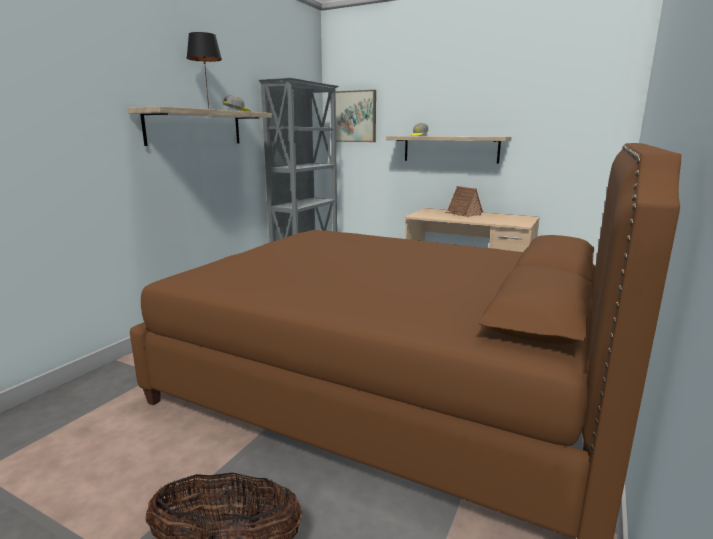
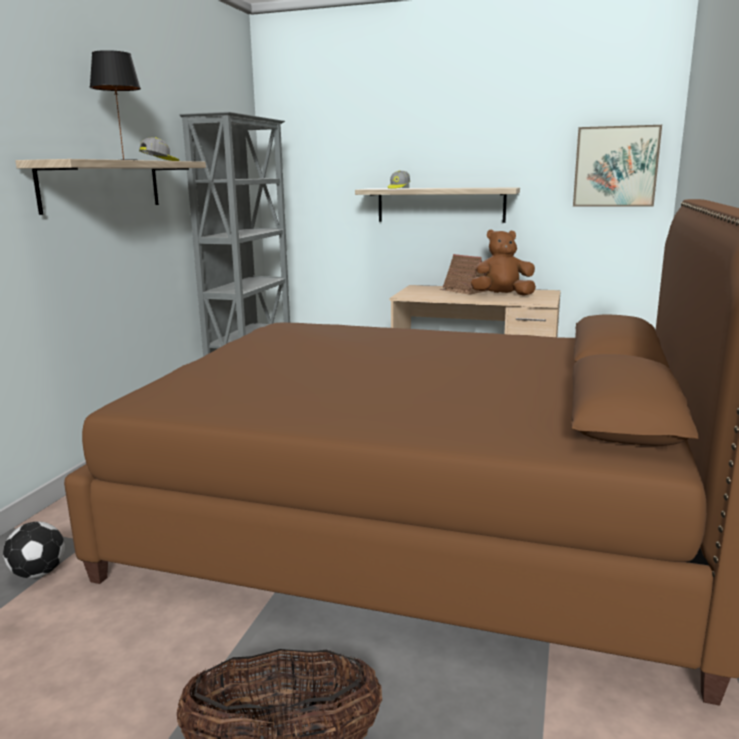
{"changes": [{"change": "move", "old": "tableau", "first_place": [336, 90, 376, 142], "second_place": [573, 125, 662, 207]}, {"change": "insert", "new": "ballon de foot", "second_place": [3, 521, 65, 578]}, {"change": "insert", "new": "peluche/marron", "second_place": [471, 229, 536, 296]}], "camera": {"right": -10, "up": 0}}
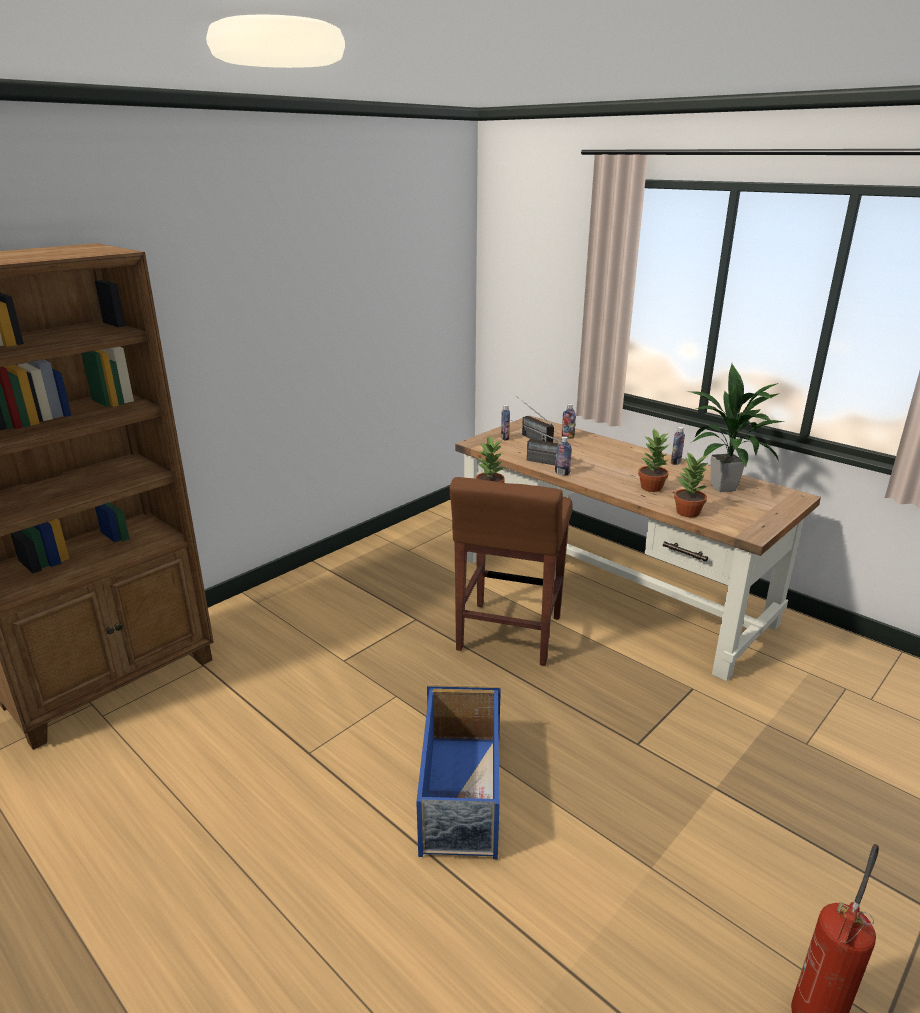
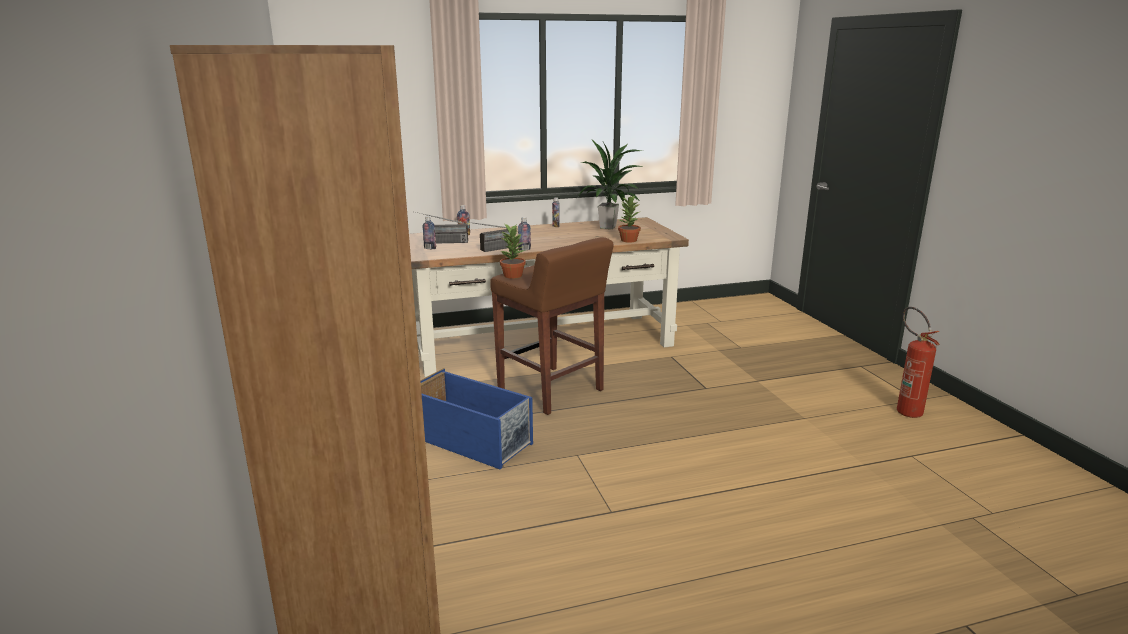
{"changes": [{"change": "move", "old": "boîte de rangement/bleu", "first_place": [416, 685, 501, 859], "second_place": [420, 368, 533, 469]}, {"change": "delete", "old": "plante en pot", "first_place": [638, 429, 670, 492]}], "camera": {"right": -60, "up": -5}}
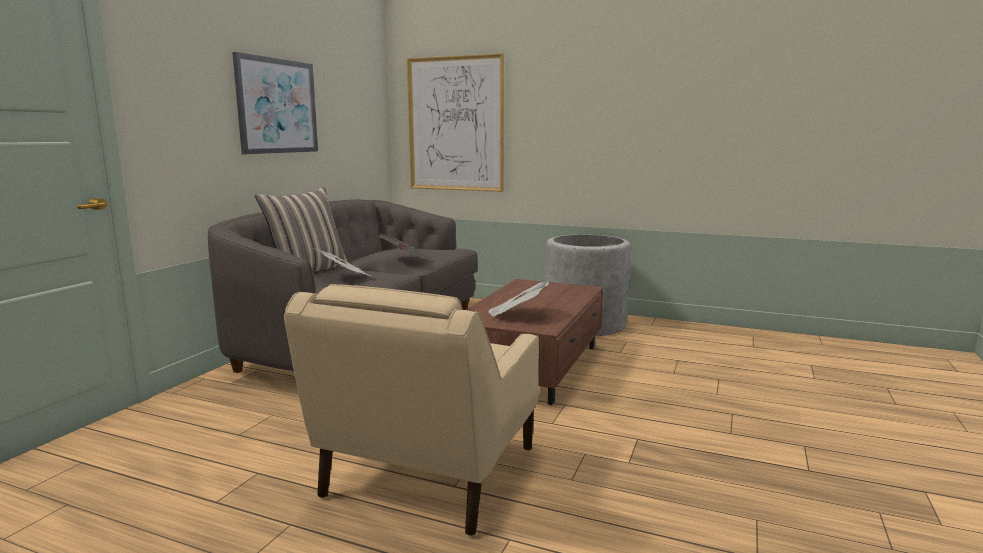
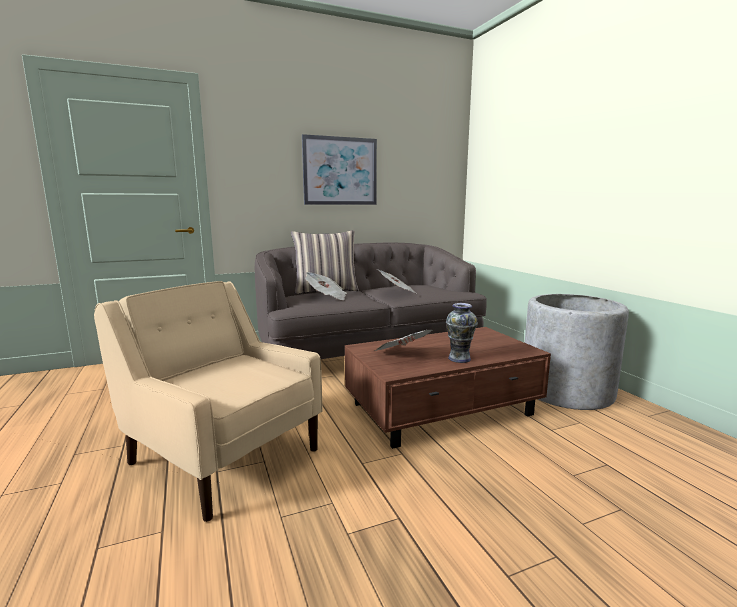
{"changes": [{"change": "rotate", "old": "fauteuil/beige", "first_place": [284, 284, 539, 536], "second_place": [94, 281, 323, 522], "degrees": 60}, {"change": "delete", "old": "tableau", "first_place": [407, 53, 504, 192]}, {"change": "insert", "new": "vase", "second_place": [446, 303, 478, 363]}], "camera": {"right": 45, "up": 0}}
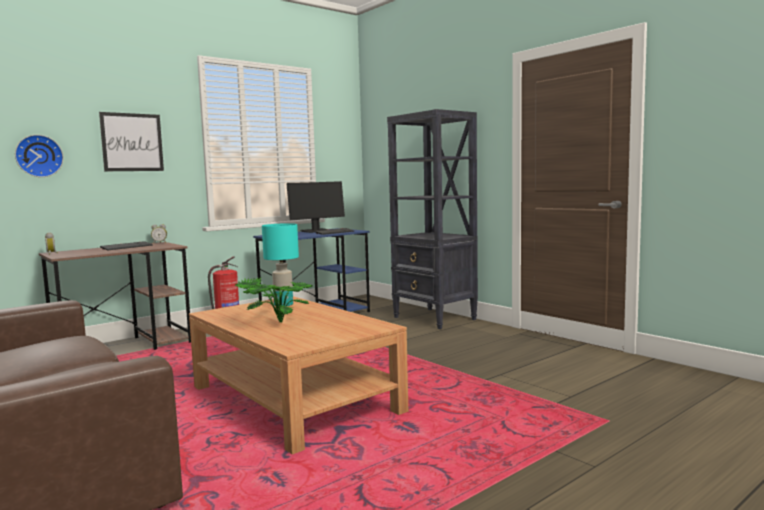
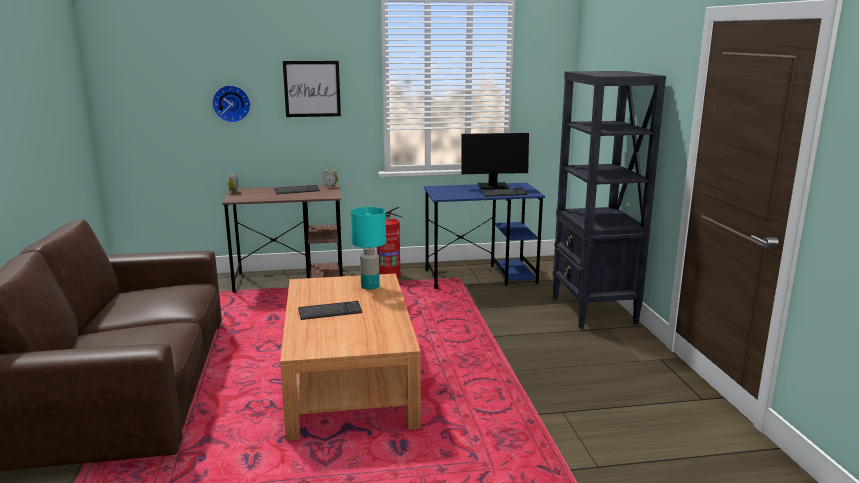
{"changes": [{"change": "replace", "old": "plante en pot", "new": "clavier", "first_place": [235, 277, 313, 322], "second_place": [298, 301, 362, 320]}], "camera": {"right": 30, "up": 10}}
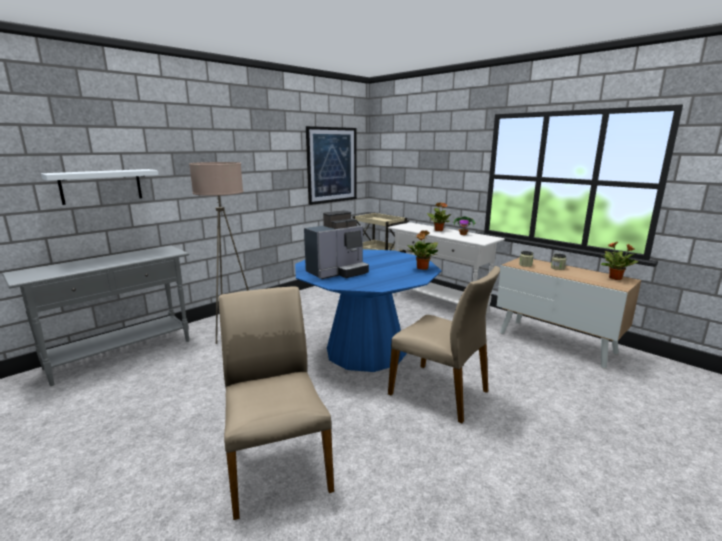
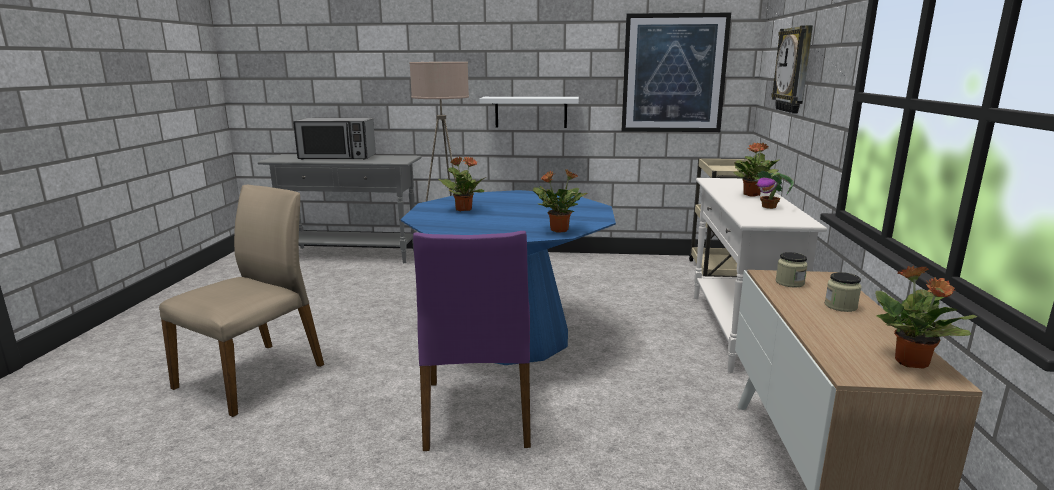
{"changes": [{"change": "move", "old": "étagère/blanc", "first_place": [41, 169, 158, 205], "second_place": [479, 97, 579, 128]}, {"change": "replace", "old": "machine à café", "new": "plante en pot", "first_place": [304, 210, 369, 279], "second_place": [439, 157, 486, 211]}, {"change": "recolor", "old": "chaise/beige", "new": "chaise/violet", "first_place": [388, 266, 500, 423], "second_place": [413, 231, 531, 451]}, {"change": "insert", "new": "micro-ondes", "second_place": [293, 118, 376, 160]}, {"change": "insert", "new": "horloge murale", "second_place": [771, 25, 813, 114]}], "camera": {"right": 50, "up": 0}}
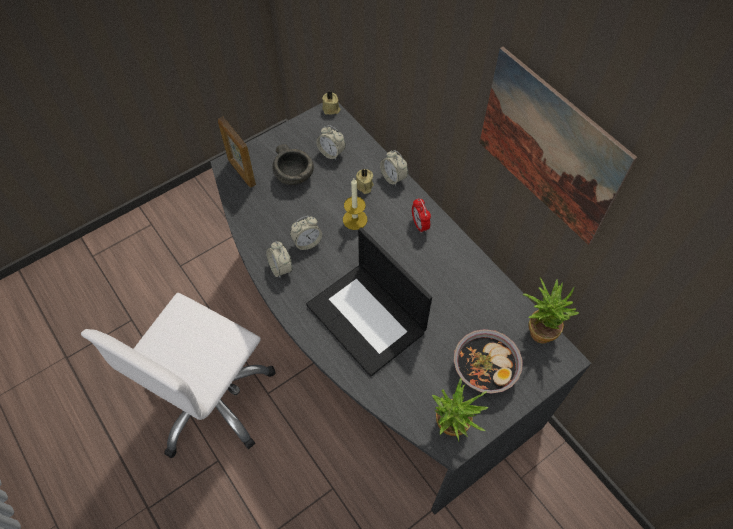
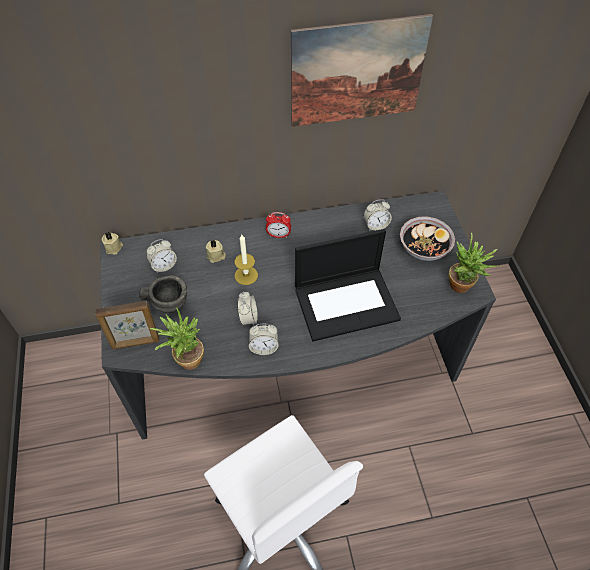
{"changes": [{"change": "move", "old": "réveil", "first_place": [380, 150, 408, 186], "second_place": [364, 199, 392, 231]}, {"change": "move", "old": "plante en pot", "first_place": [523, 277, 579, 343], "second_place": [150, 307, 204, 370]}], "camera": {"right": -65, "up": -5}}
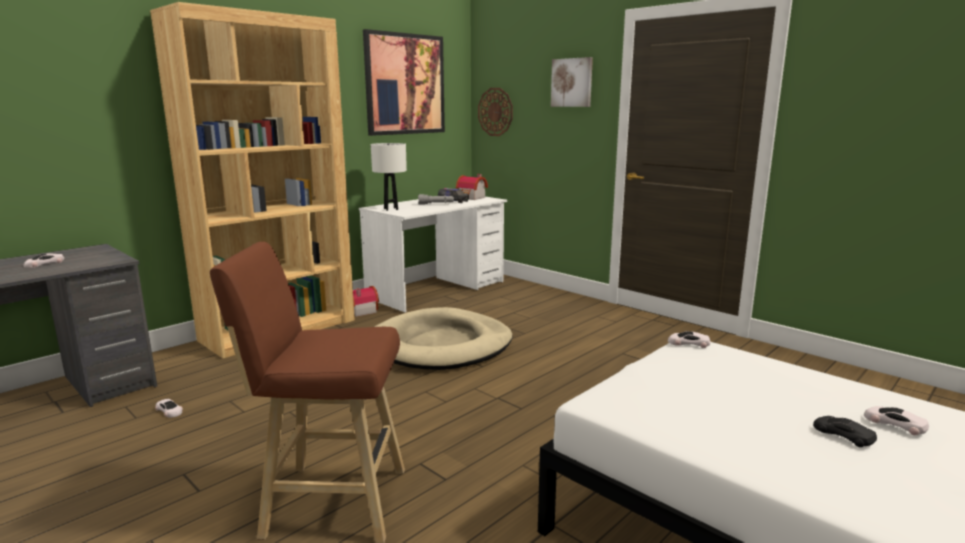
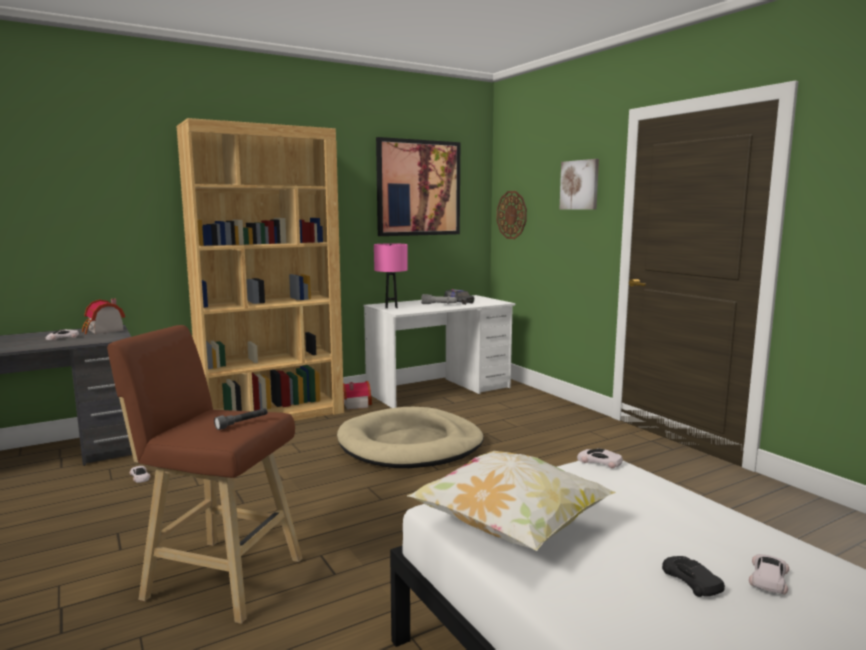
{"changes": [{"change": "recolor", "old": "lampe de table/blanc", "new": "lampe de table/rose", "first_place": [371, 143, 407, 211], "second_place": [374, 243, 408, 308]}, {"change": "move", "old": "maison miniature", "first_place": [456, 174, 488, 200], "second_place": [82, 299, 125, 334]}, {"change": "rotate", "old": "petite voiture/blanc", "first_place": [864, 406, 929, 436], "second_place": [749, 554, 789, 595], "degrees": 60}, {"change": "insert", "new": "lampe de poche/gris", "second_place": [214, 408, 268, 430]}, {"change": "insert", "new": "coussin", "second_place": [407, 451, 616, 551]}], "camera": {"right": 15, "up": -5}}
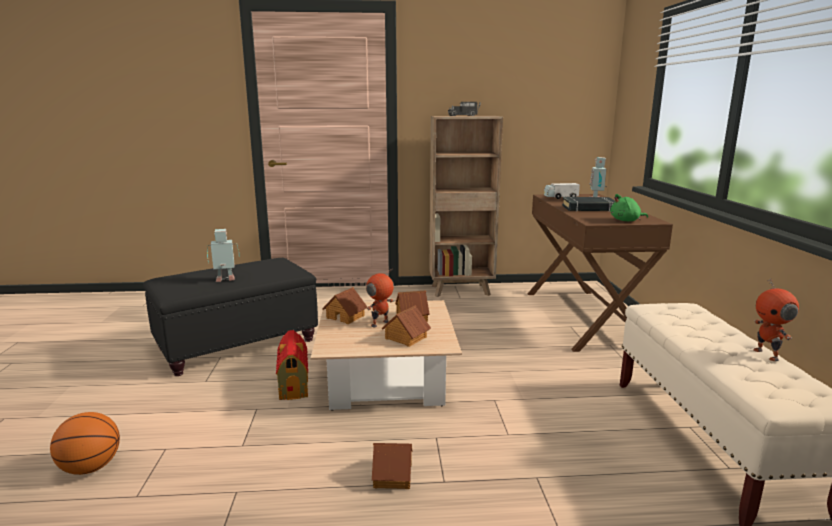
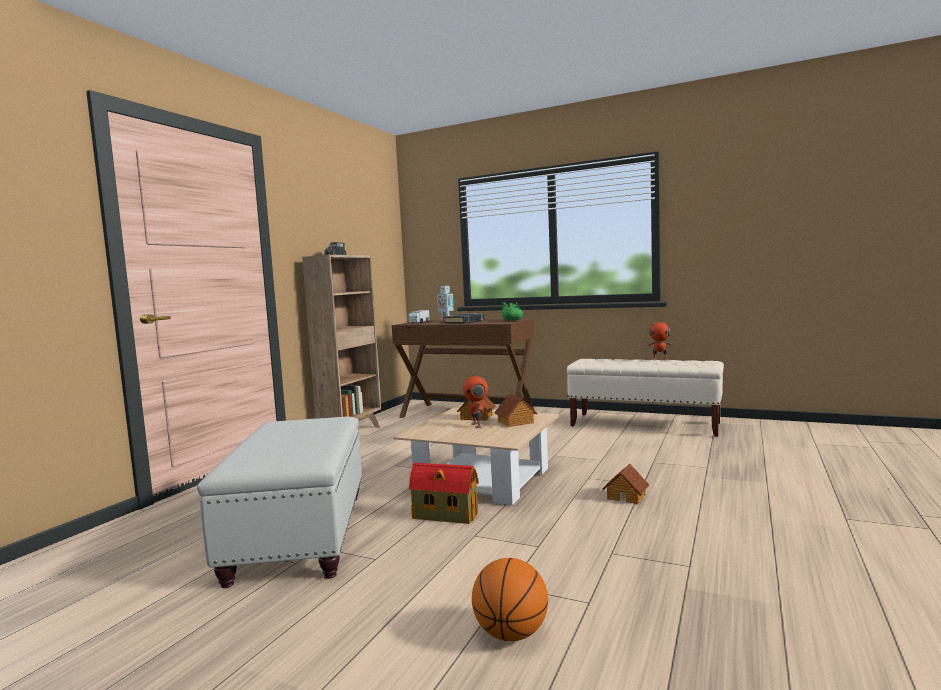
{"changes": [{"change": "recolor", "old": "pouf/noir", "new": "pouf/blanc", "first_place": [143, 258, 318, 376], "second_place": [197, 416, 362, 588]}, {"change": "delete", "old": "robot jouet", "first_place": [207, 229, 239, 282]}, {"change": "delete", "old": "maison miniature", "first_place": [322, 287, 367, 324]}], "camera": {"right": -60, "up": -10}}
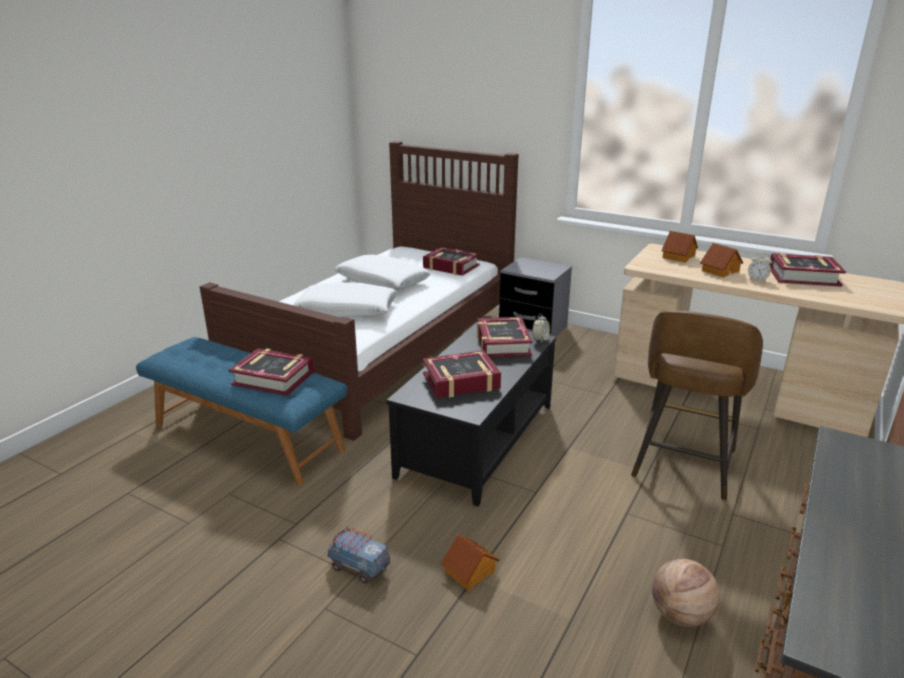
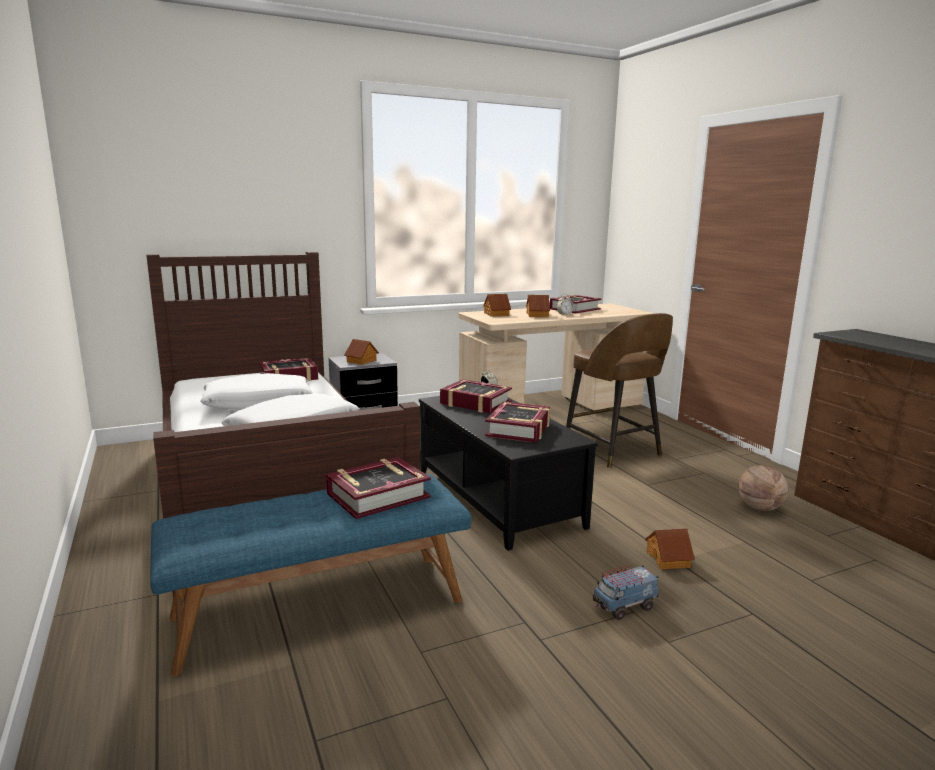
{"changes": [{"change": "insert", "new": "maison miniature", "second_place": [344, 339, 379, 365]}], "camera": {"right": -55, "up": -10}}
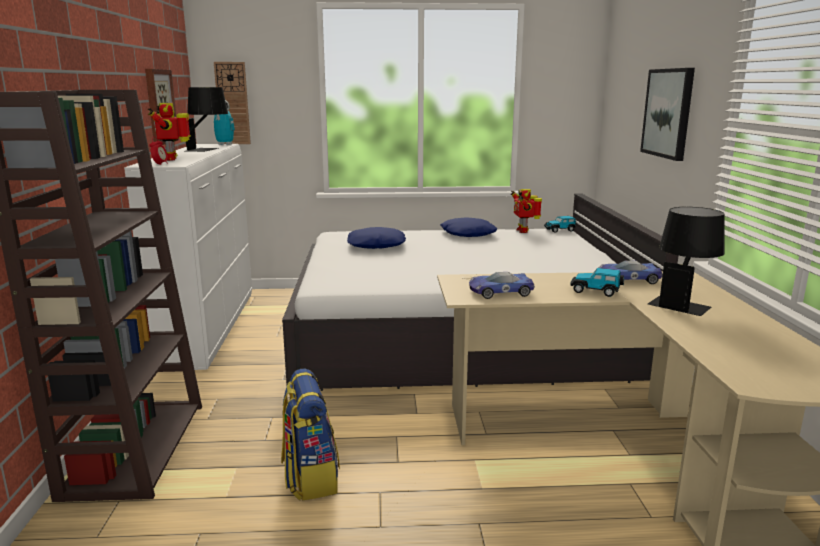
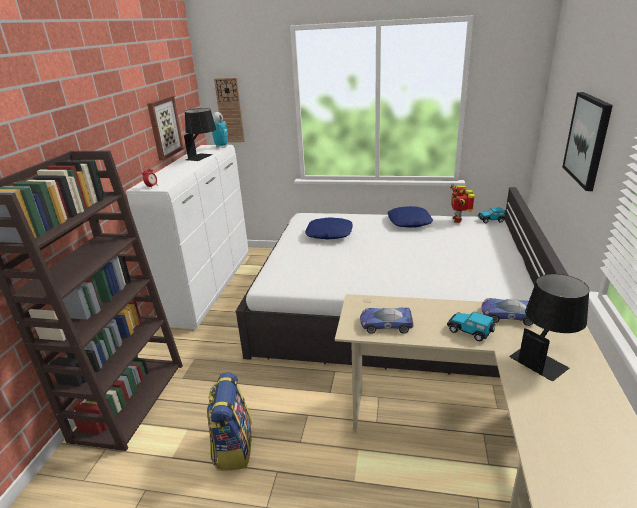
{"changes": [{"change": "delete", "old": "robot jouet", "first_place": [148, 103, 191, 161]}], "camera": {"right": 15, "up": 10}}
